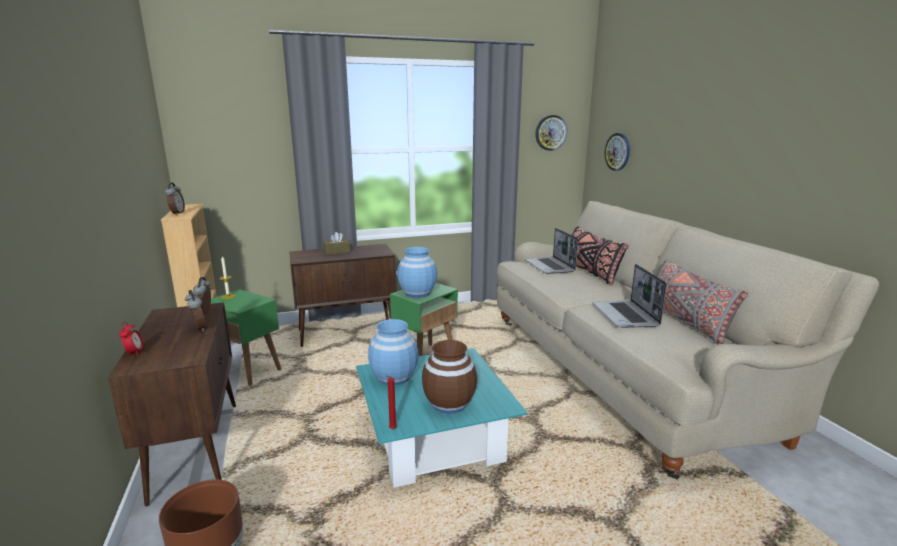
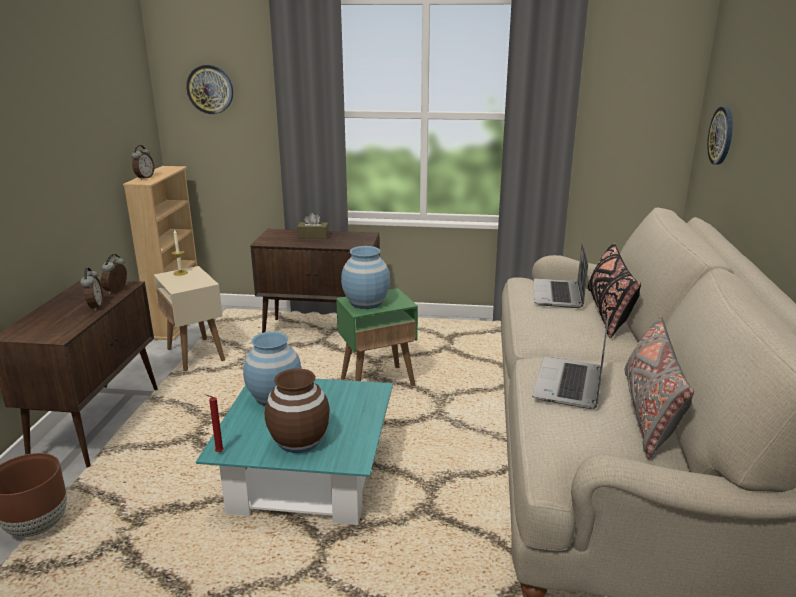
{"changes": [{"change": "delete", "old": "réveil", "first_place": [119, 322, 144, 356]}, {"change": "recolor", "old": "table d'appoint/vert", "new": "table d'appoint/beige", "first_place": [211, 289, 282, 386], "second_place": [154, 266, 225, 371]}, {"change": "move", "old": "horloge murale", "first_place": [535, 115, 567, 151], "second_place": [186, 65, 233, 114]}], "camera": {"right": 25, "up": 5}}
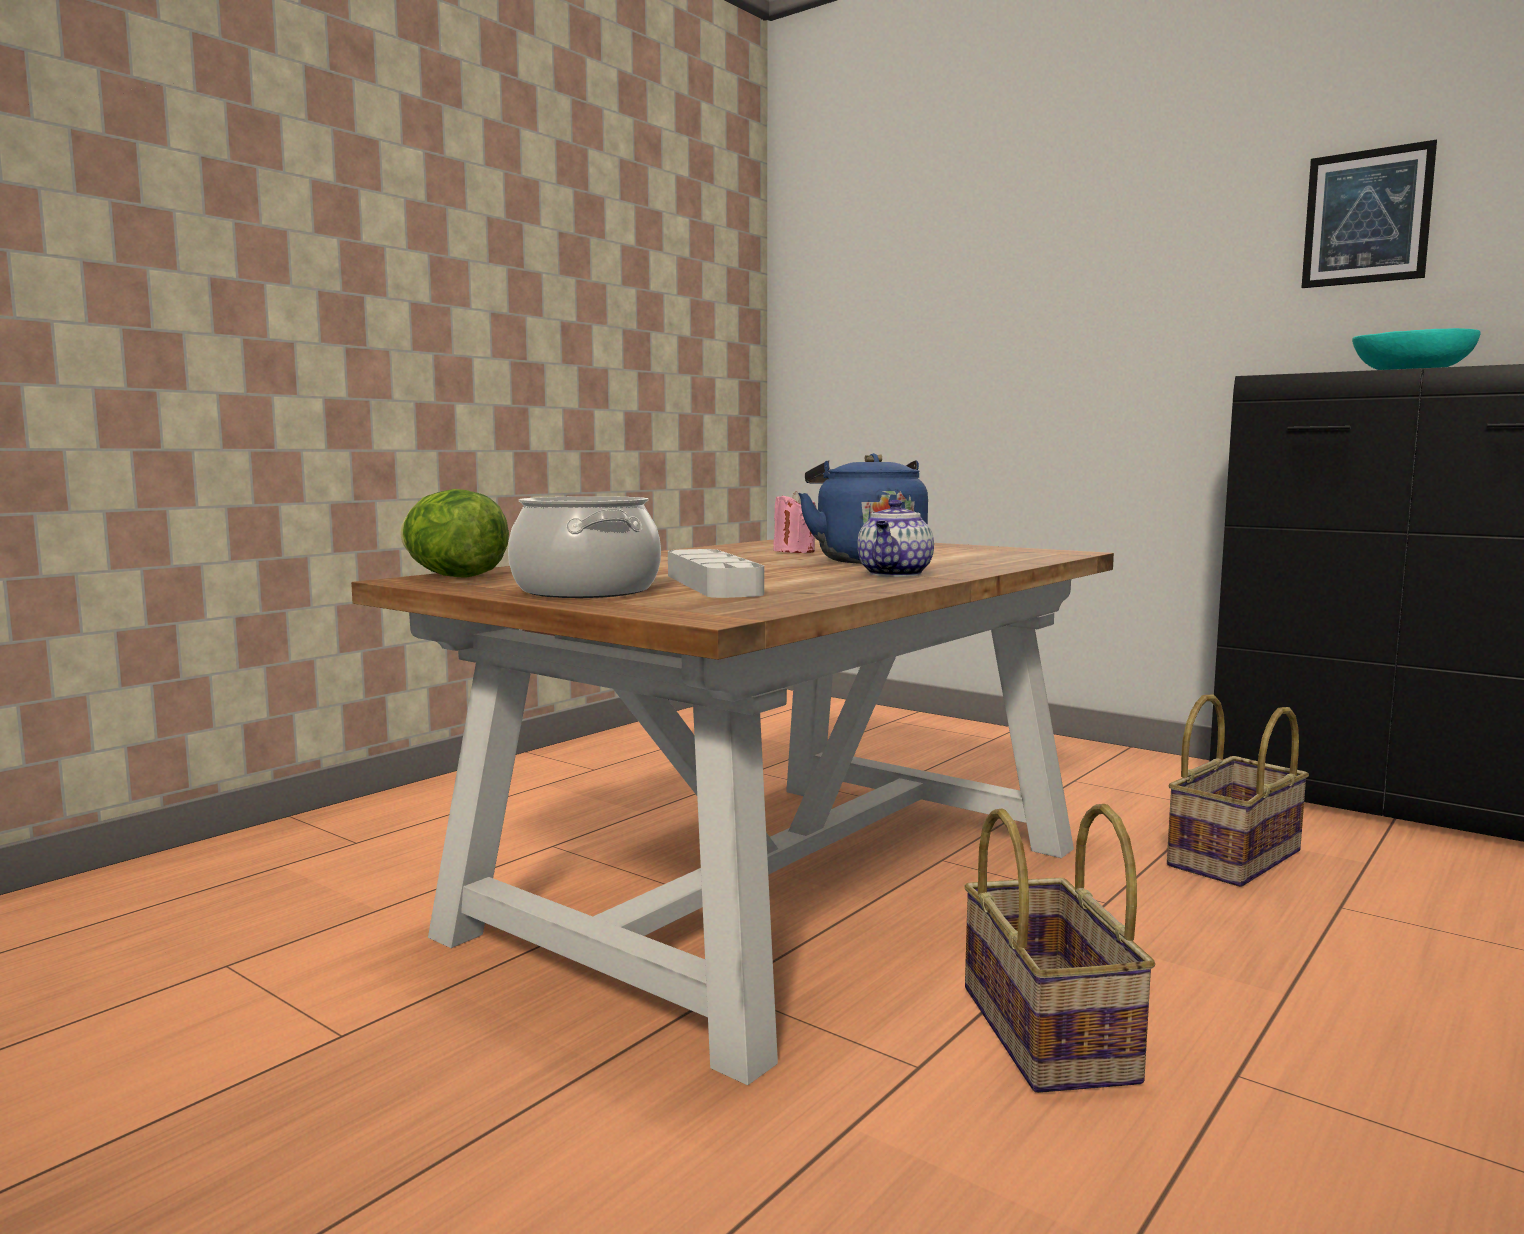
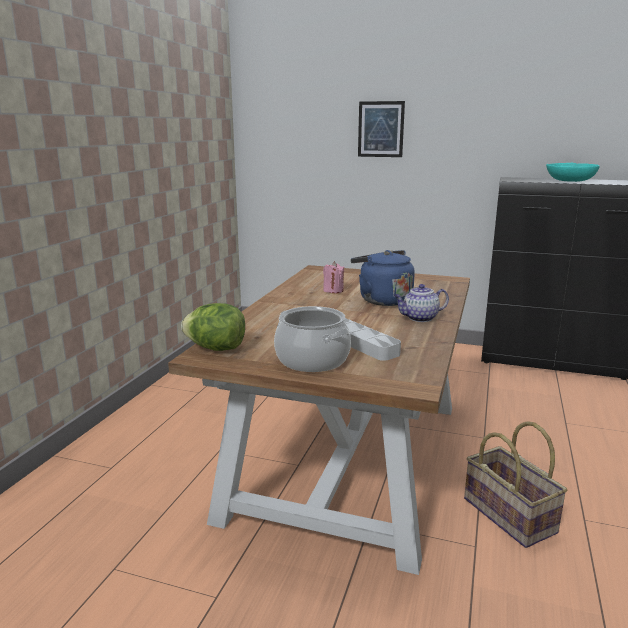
{"changes": [{"change": "rotate", "old": "théière", "first_place": [857, 499, 934, 577], "second_place": [394, 284, 449, 322], "degrees": 75}, {"change": "delete", "old": "panier", "first_place": [1167, 694, 1309, 887]}, {"change": "move", "old": "tableau", "first_place": [1302, 140, 1437, 288], "second_place": [358, 101, 405, 157]}], "camera": {"right": -20, "up": 10}}
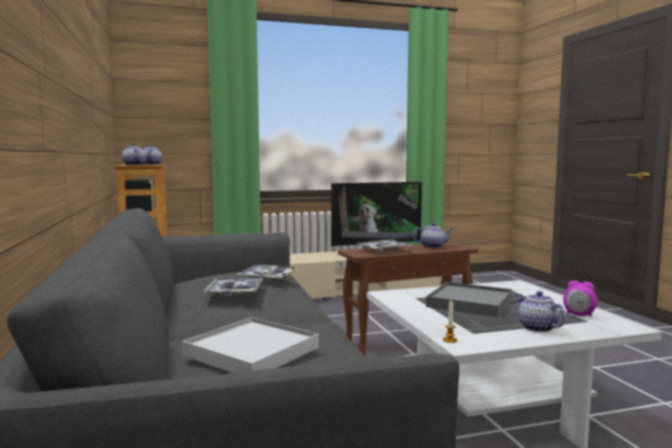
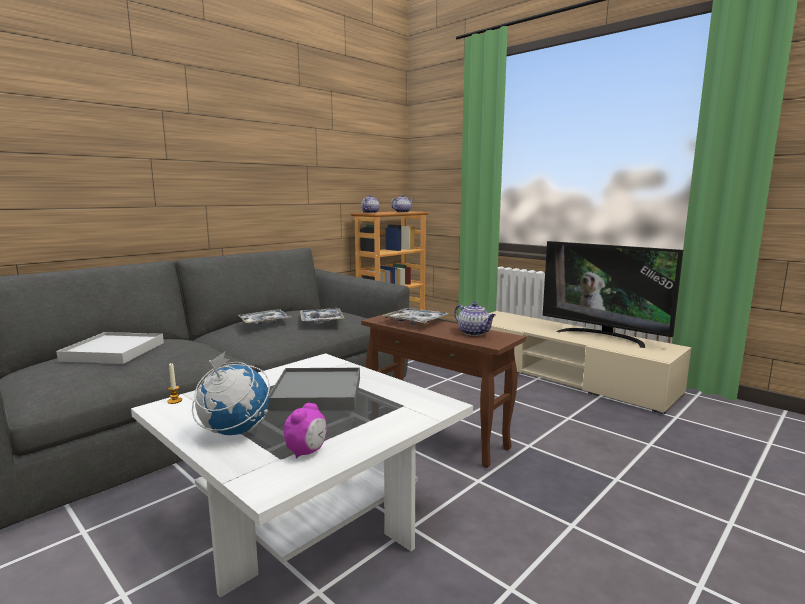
{"changes": [{"change": "replace", "old": "théière", "new": "globe", "first_place": [515, 291, 566, 332], "second_place": [192, 352, 270, 435]}, {"change": "rotate", "old": "réveil", "first_place": [563, 280, 597, 316], "second_place": [284, 403, 327, 458], "degrees": -150}], "camera": {"right": 60, "up": 5}}
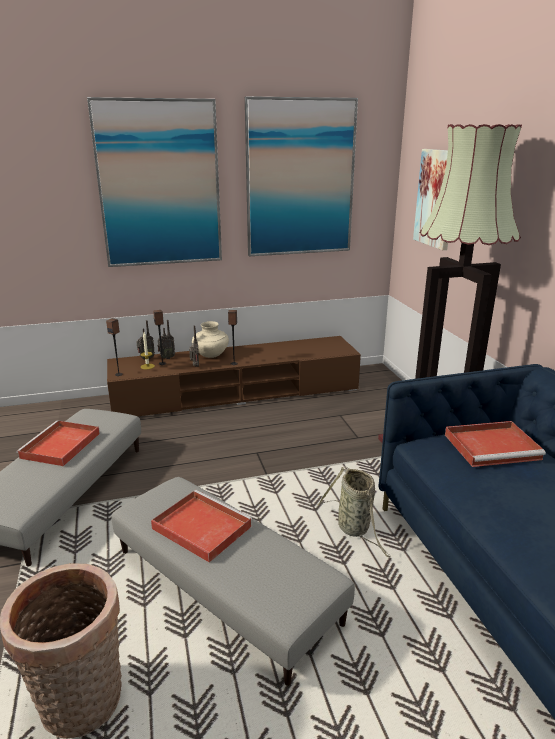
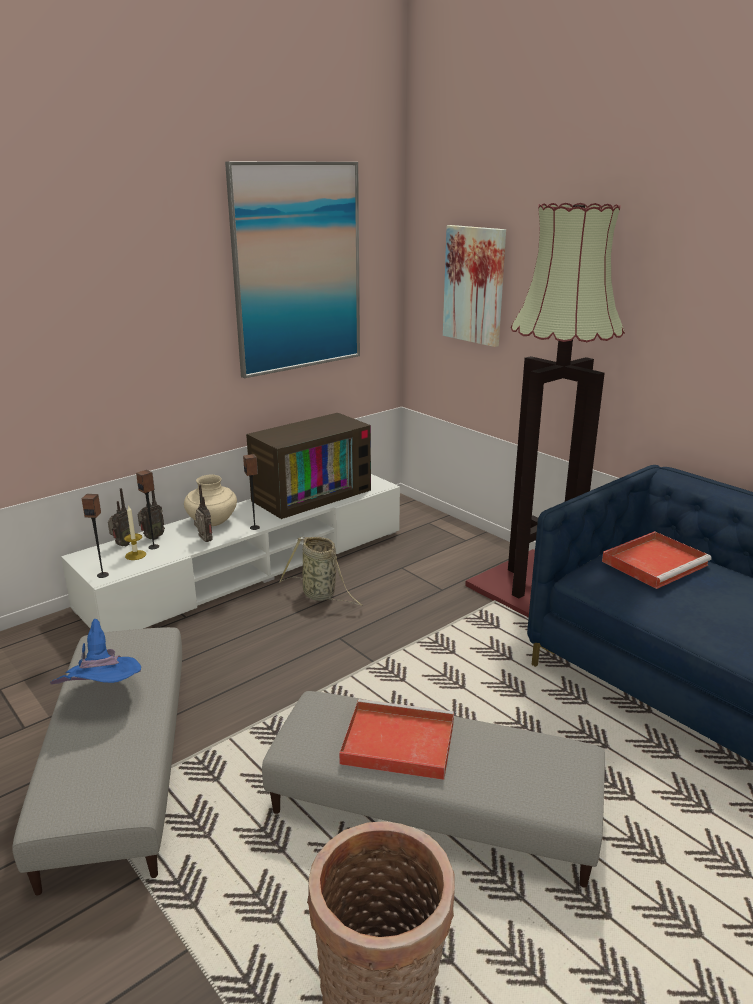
{"changes": [{"change": "replace", "old": "plateau/rouge", "new": "chapeau/bleu", "first_place": [16, 420, 100, 466], "second_place": [50, 619, 141, 684]}, {"change": "delete", "old": "tableau", "first_place": [87, 97, 222, 267]}, {"change": "recolor", "old": "meuble télé/marron", "new": "meuble télé/blanc", "first_place": [107, 336, 361, 416], "second_place": [61, 474, 400, 632]}, {"change": "move", "old": "panier", "first_place": [317, 467, 391, 557], "second_place": [279, 537, 363, 606]}, {"change": "insert", "new": "téléviseur", "second_place": [246, 413, 371, 519]}], "camera": {"right": -25, "up": 0}}
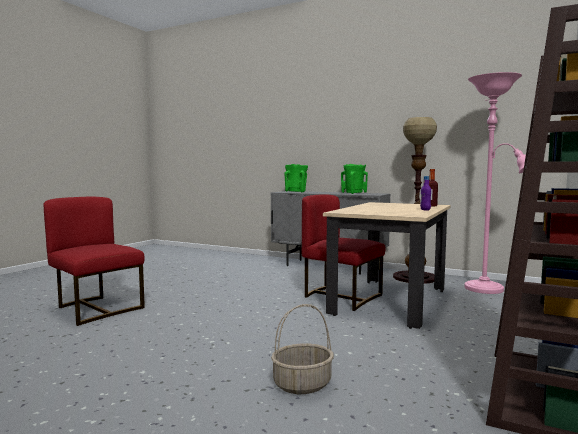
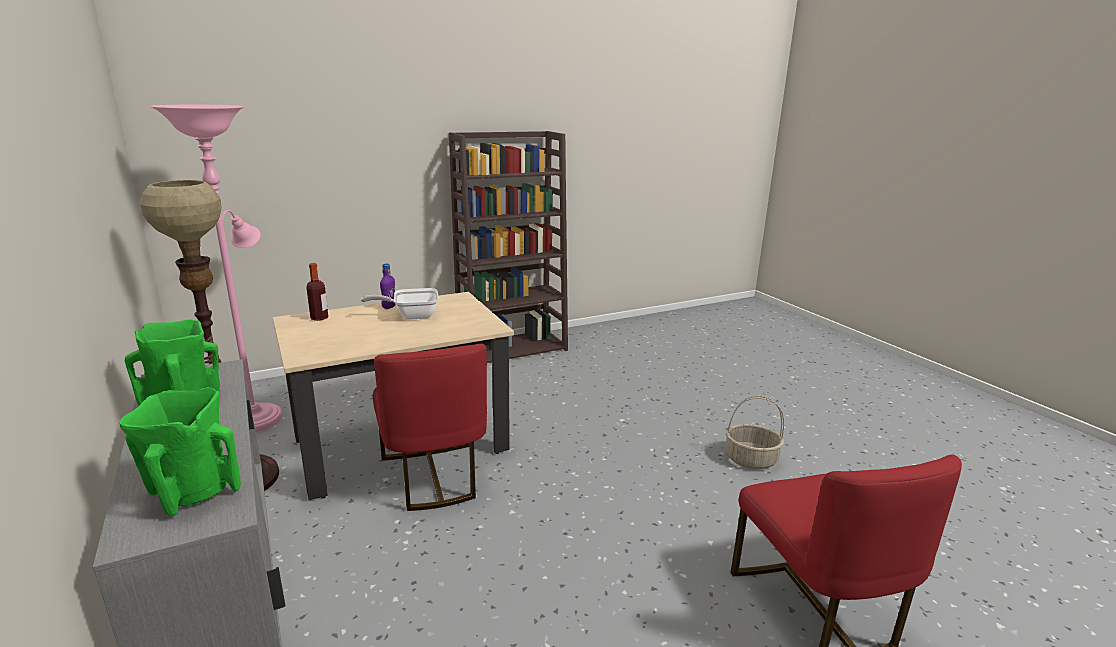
{"changes": [{"change": "move", "old": "panier", "first_place": [271, 304, 334, 394], "second_place": [726, 396, 784, 469]}, {"change": "insert", "new": "poêle", "second_place": [361, 288, 439, 320]}], "camera": {"right": -145, "up": 15}}
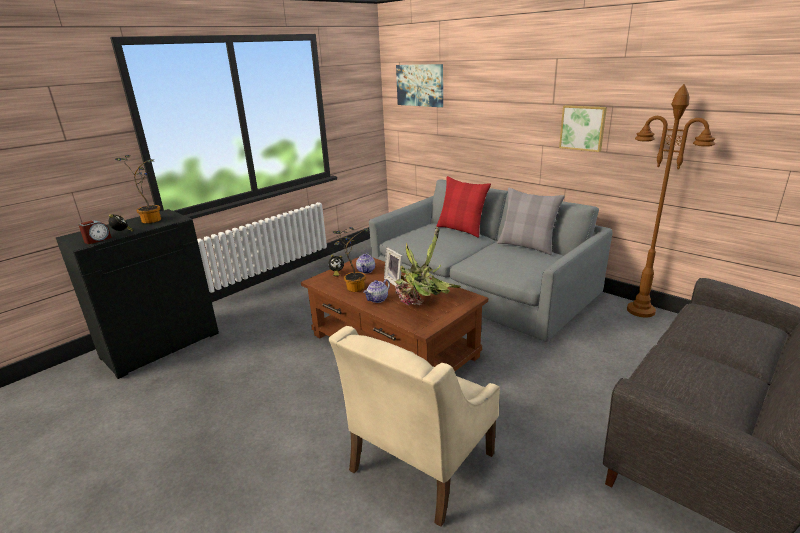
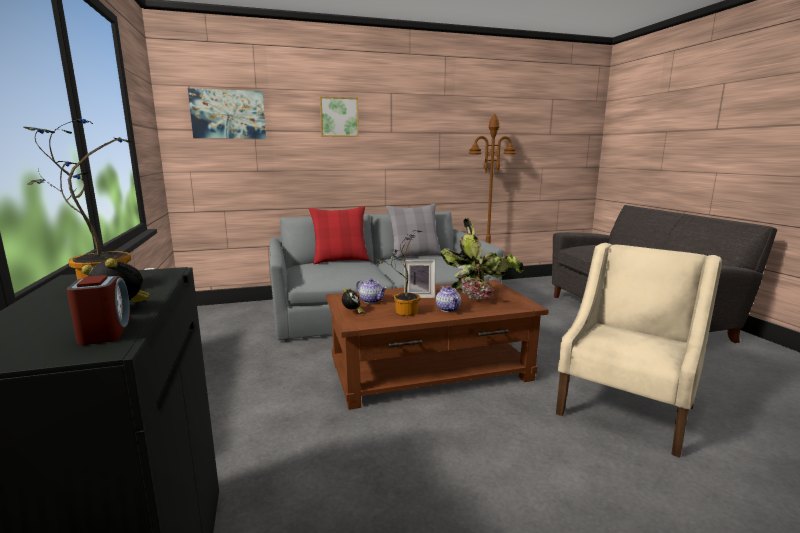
{"changes": [{"change": "rotate", "old": "fauteuil/beige", "first_place": [329, 326, 500, 527], "second_place": [556, 243, 722, 458], "degrees": -120}, {"change": "move", "old": "tableau", "first_place": [559, 105, 607, 152], "second_place": [320, 96, 359, 137]}], "camera": {"right": -60, "up": -10}}
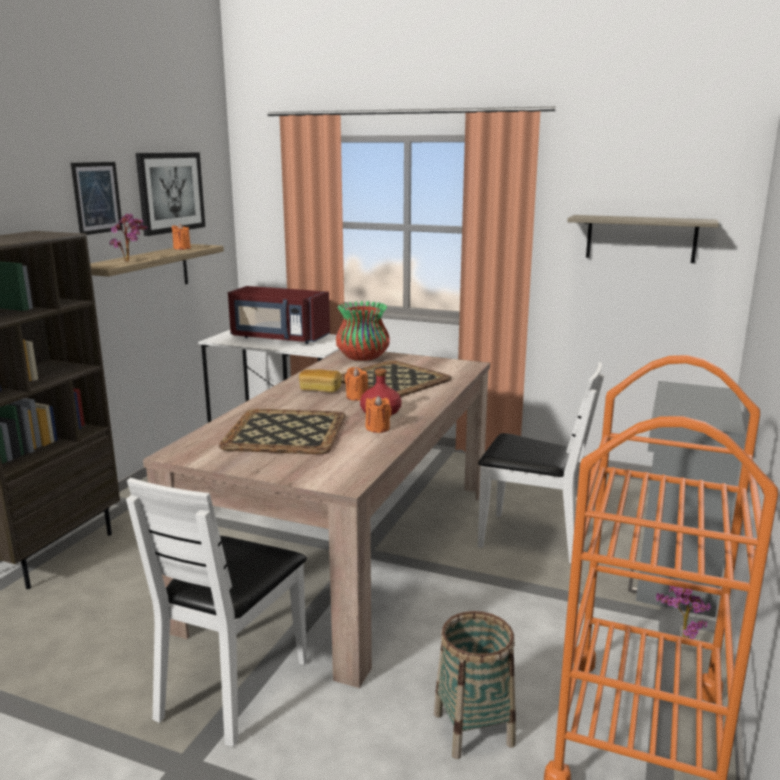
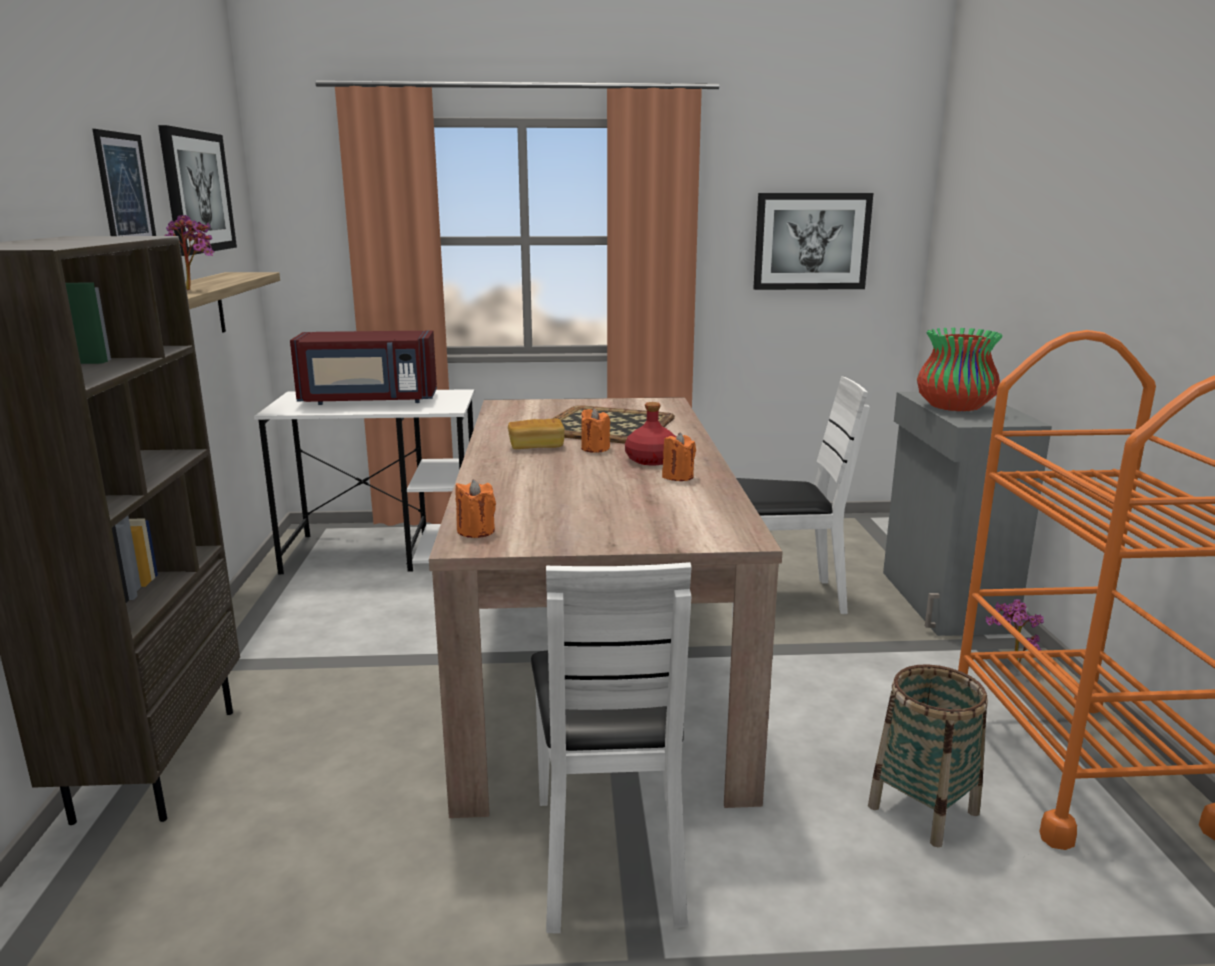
{"changes": [{"change": "move", "old": "bougie/orange", "first_place": [172, 224, 191, 250], "second_place": [455, 479, 496, 538]}, {"change": "delete", "old": "plateau", "first_place": [219, 409, 346, 454]}, {"change": "move", "old": "vase", "first_place": [336, 301, 390, 361], "second_place": [917, 328, 1003, 411]}, {"change": "replace", "old": "étagère", "new": "tableau", "first_place": [567, 215, 719, 263], "second_place": [753, 193, 873, 290]}], "camera": {"right": -25, "up": 0}}
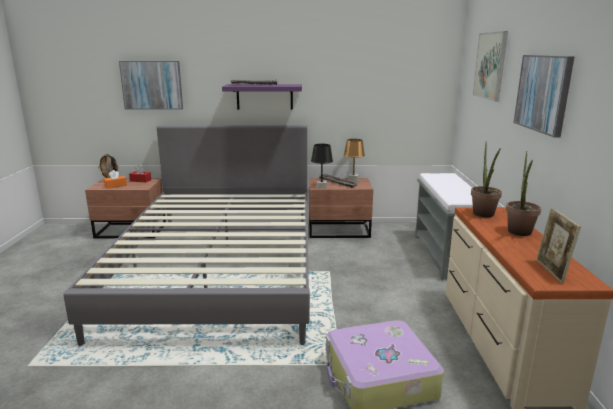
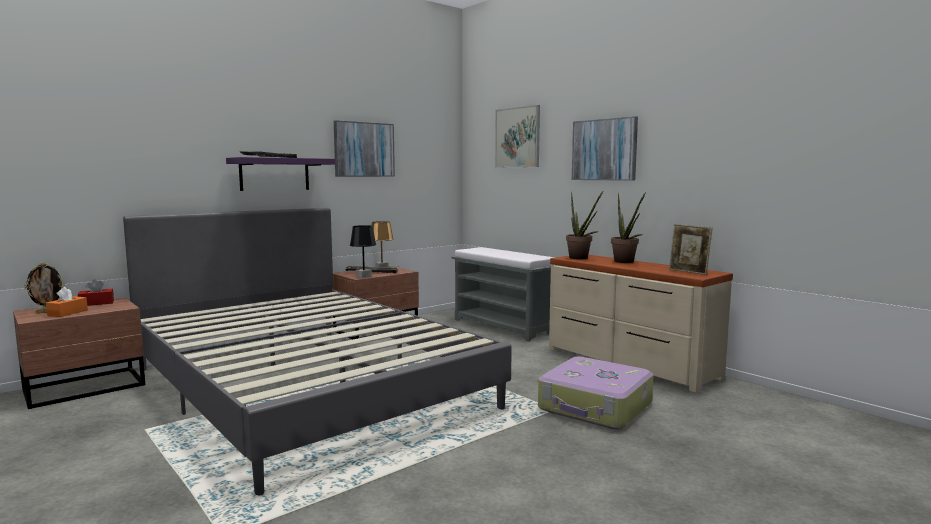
{"changes": [{"change": "move", "old": "tableau", "first_place": [119, 61, 183, 109], "second_place": [334, 120, 395, 177]}], "camera": {"right": -40, "up": -10}}
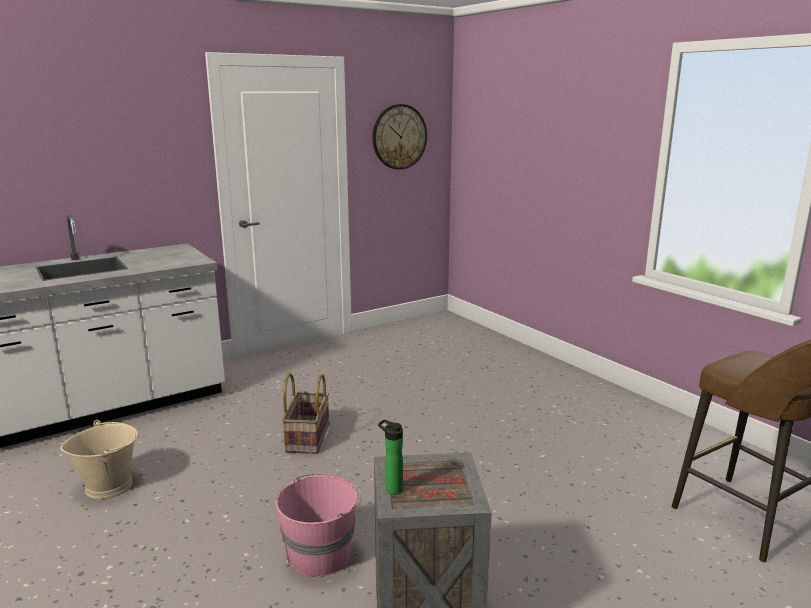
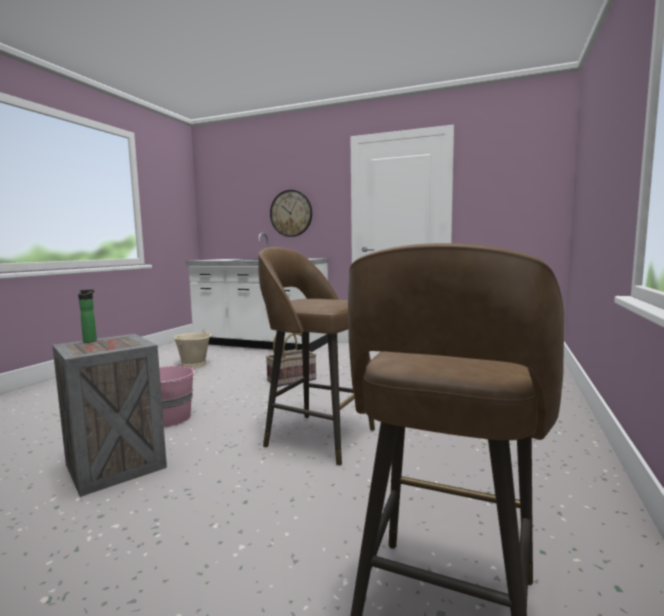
{"changes": [{"change": "move", "old": "horloge murale", "first_place": [372, 104, 427, 170], "second_place": [270, 190, 312, 237]}, {"change": "insert", "new": "tabouret/marron", "second_place": [258, 247, 375, 466]}], "camera": {"right": 55, "up": -10}}
